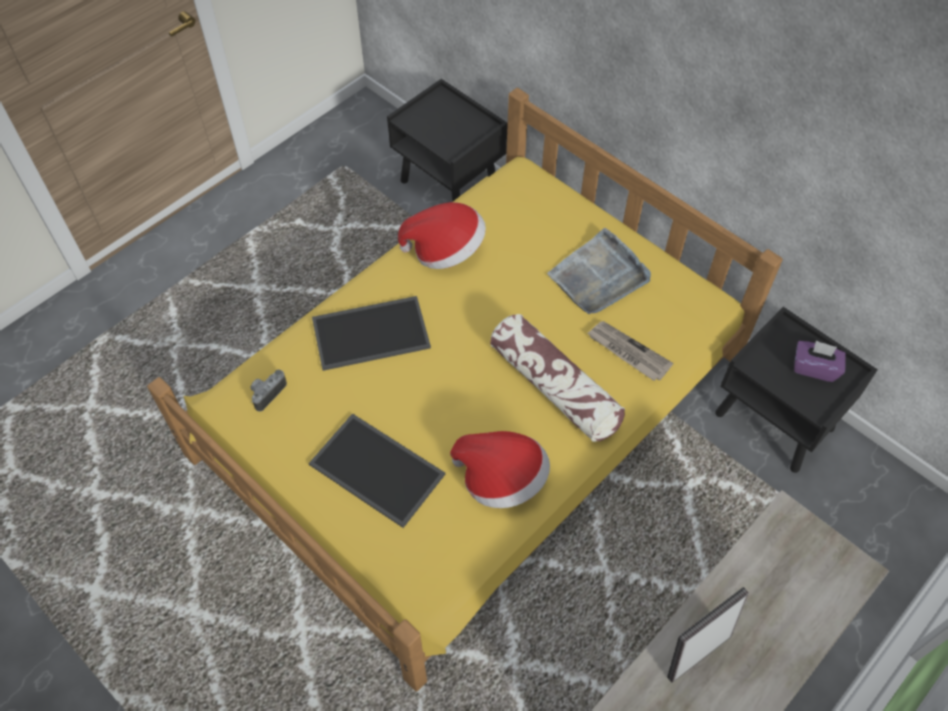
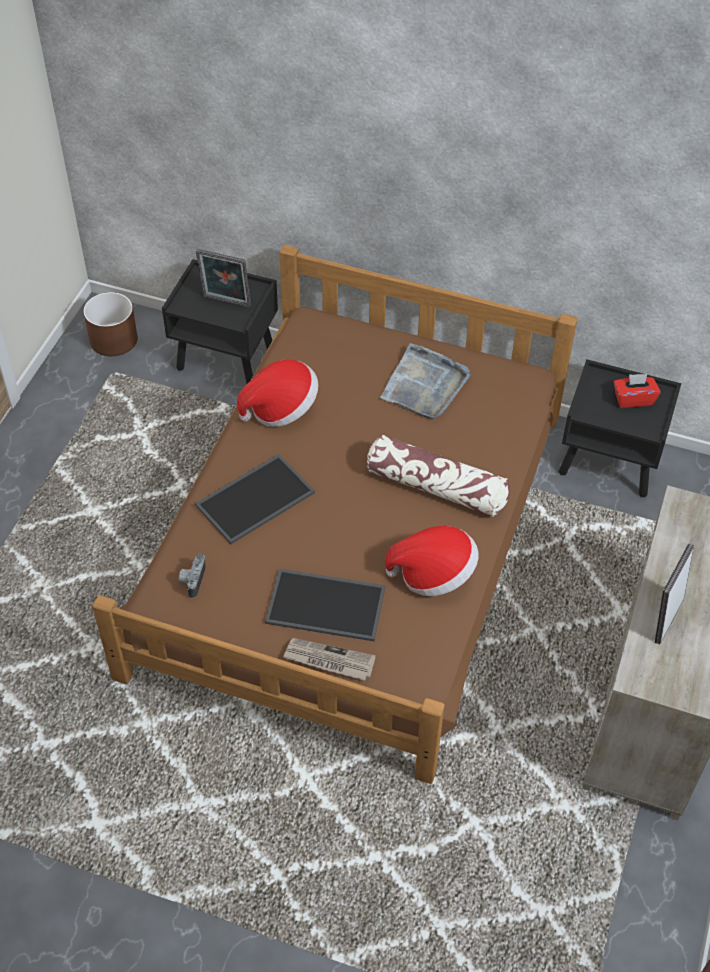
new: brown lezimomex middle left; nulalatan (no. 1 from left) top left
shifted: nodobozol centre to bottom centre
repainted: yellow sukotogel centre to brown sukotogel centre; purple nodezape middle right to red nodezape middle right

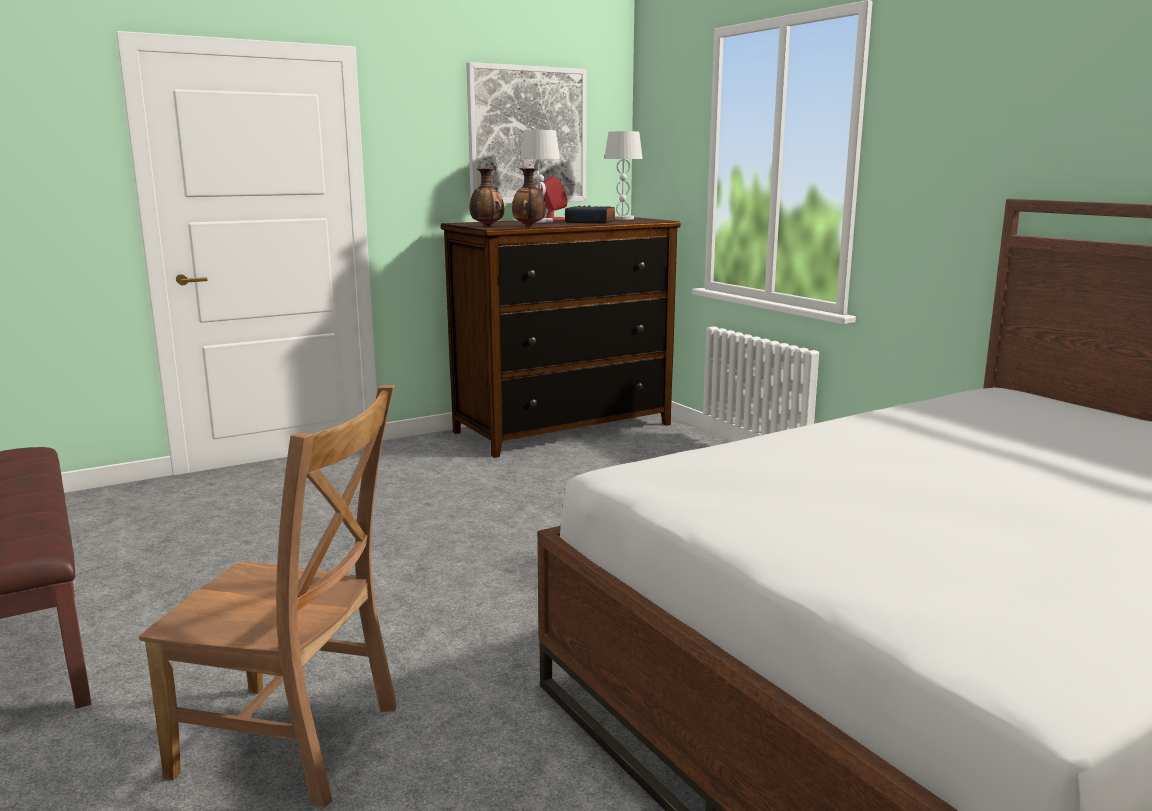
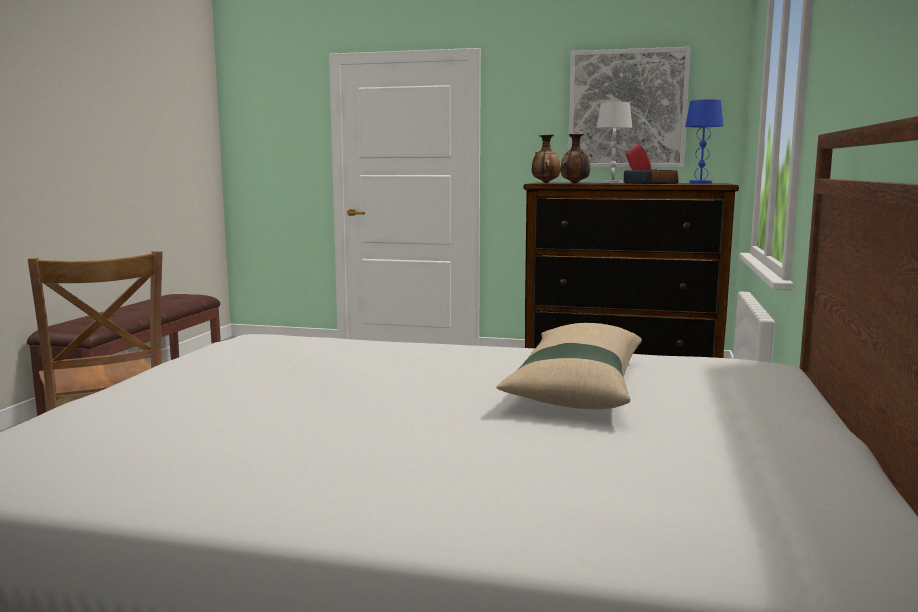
new: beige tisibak centre
repainted: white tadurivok (no. 2 from left) top centre to blue tadurivok top right

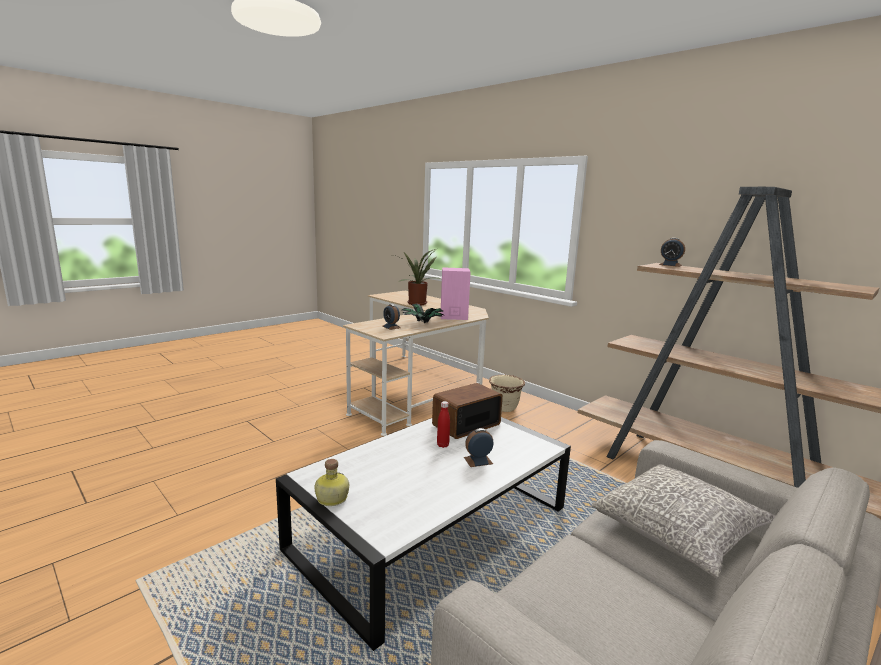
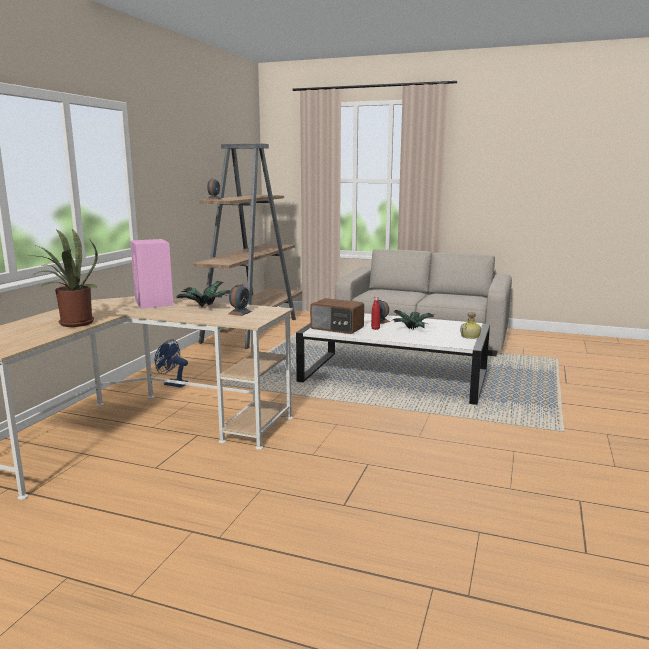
gone: grey tisibak bottom right
new: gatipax (no. 3 from left) centre
swapped: beige lezimomex centre to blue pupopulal middle left

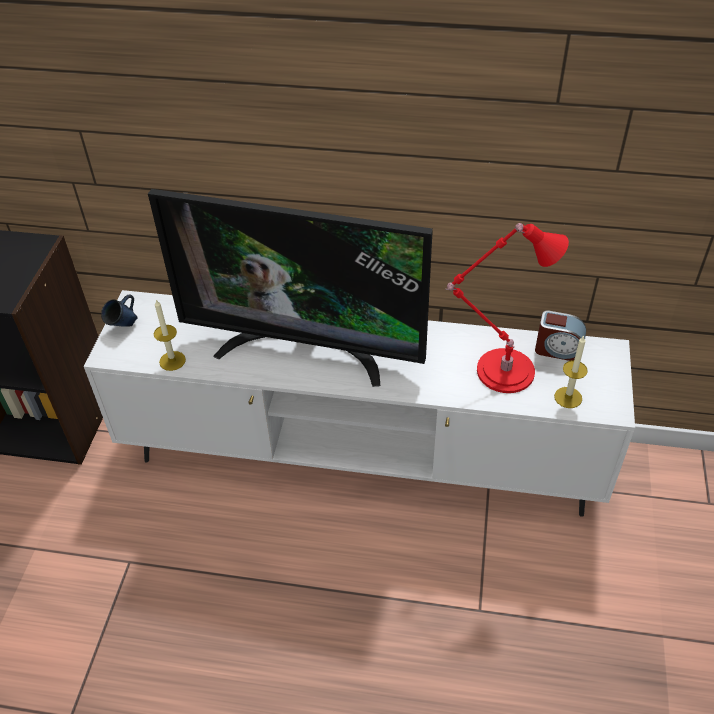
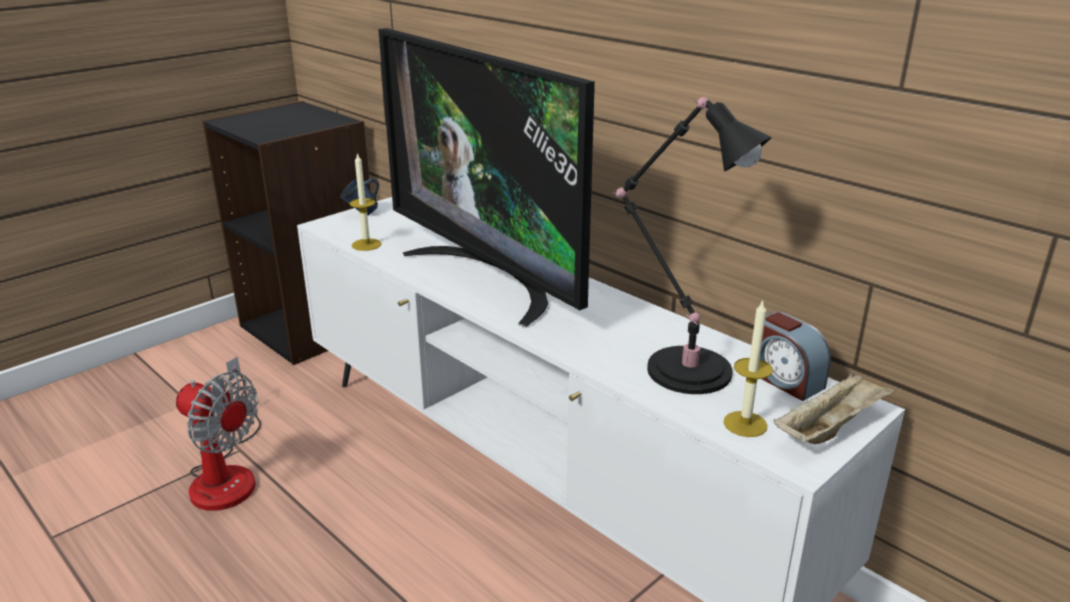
new: pupopulal bottom left; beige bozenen bottom right
repainted: red tadurivok middle right to black tadurivok centre

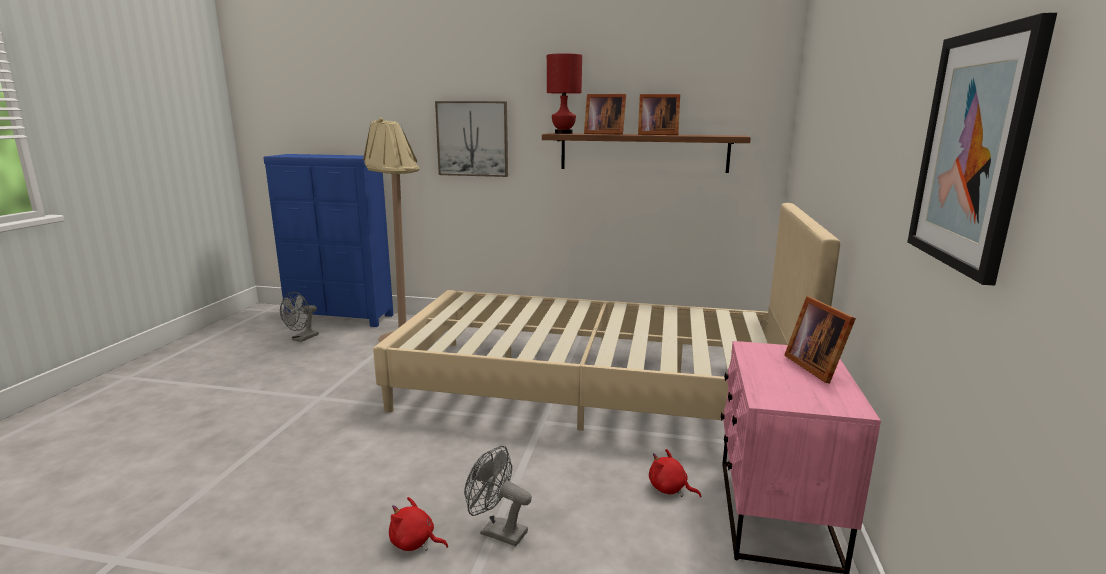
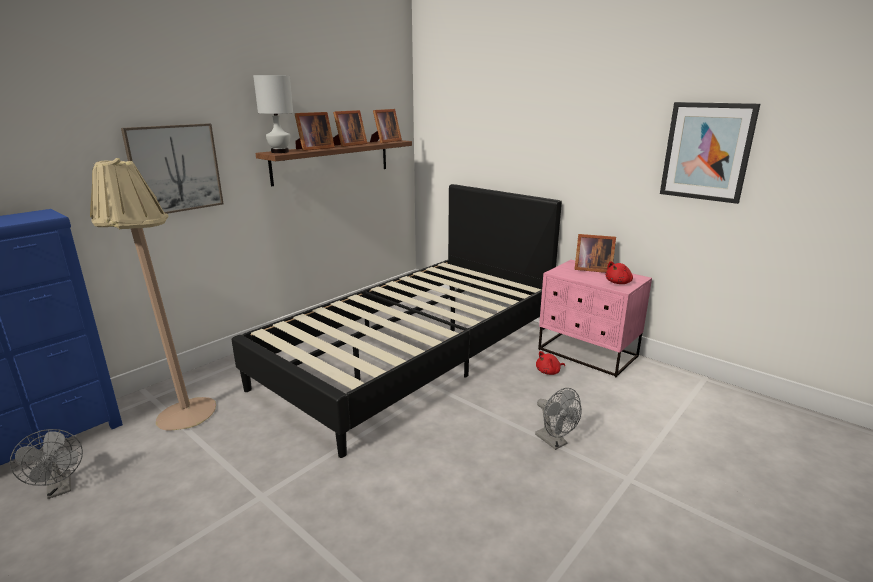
new: nulalatan (no. 3 from left) top centre
shifted: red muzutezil (no. 1 from left in the first image) bottom centre to red muzutezil (no. 2 from left) middle right
repainted: beige sukotogel centre to black sukotogel centre; red tadurivok top centre to white tadurivok top left
rotated: grey pupopulal (no. 2 from left) bottom centre = bottom centre 90 degrees counterclockwise

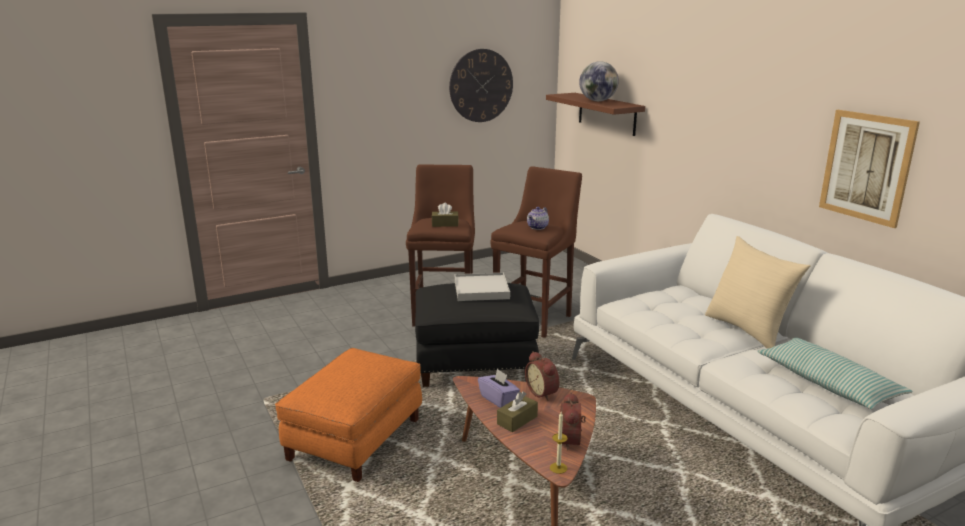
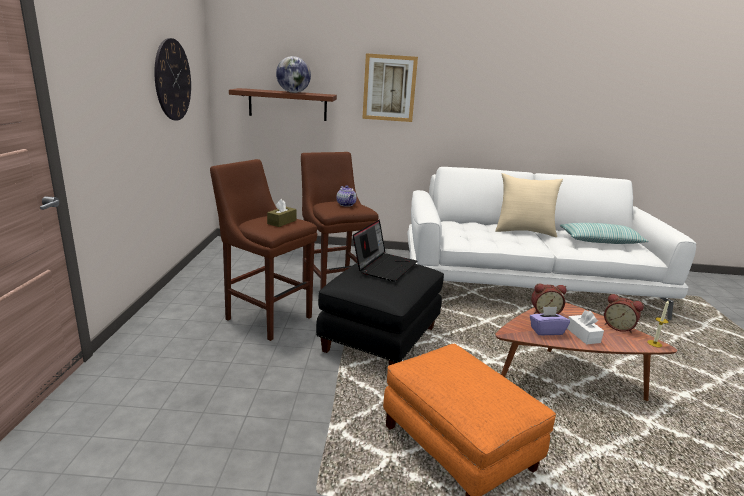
shifted: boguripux top right to top centre
swapped: white bozenen centre to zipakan centre
repainted: brown nodezape (no. 2 from left) bottom centre to white nodezape middle right

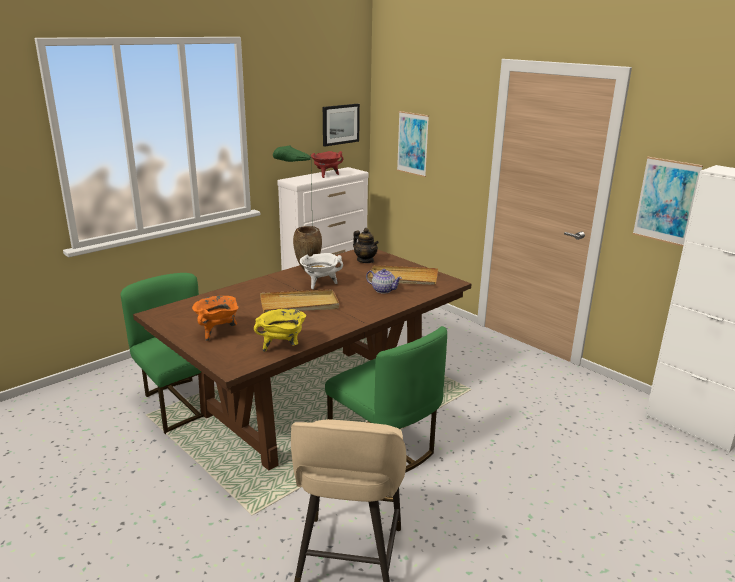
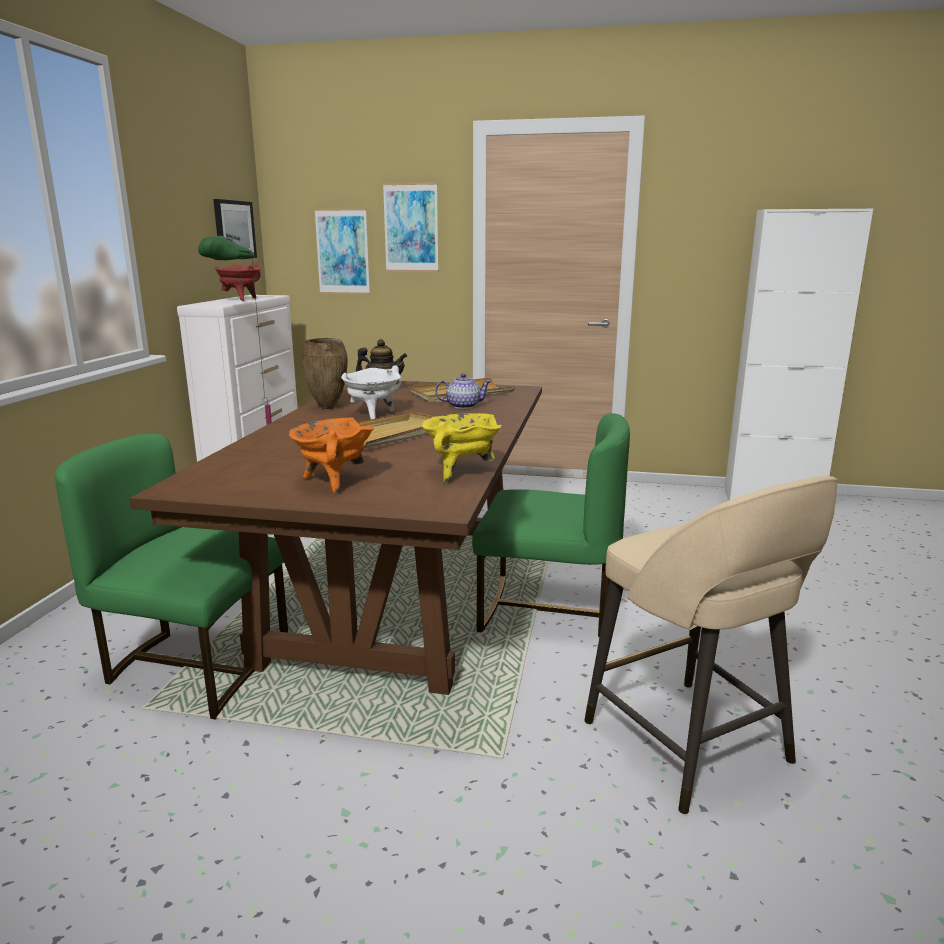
shifted: boguripux (no. 3 from left) middle right to top centre

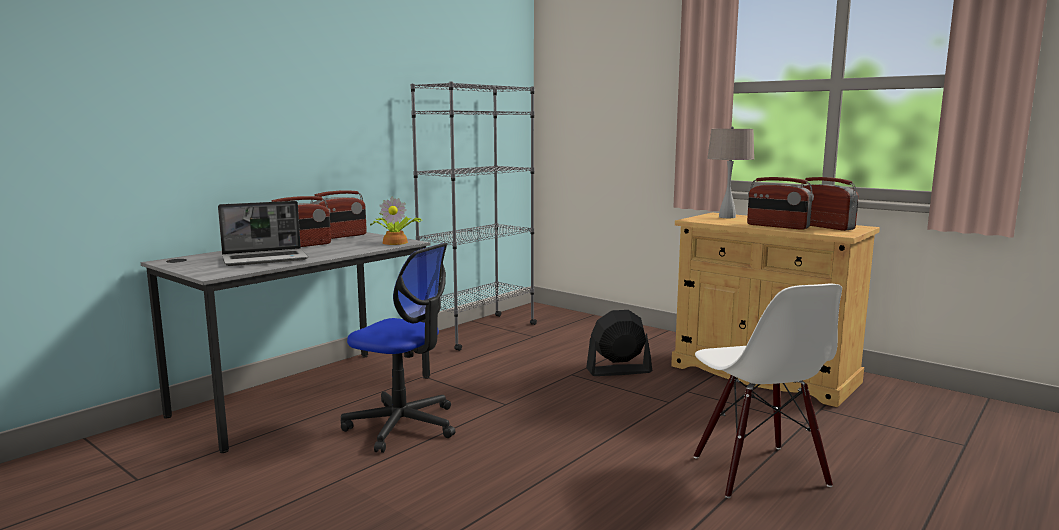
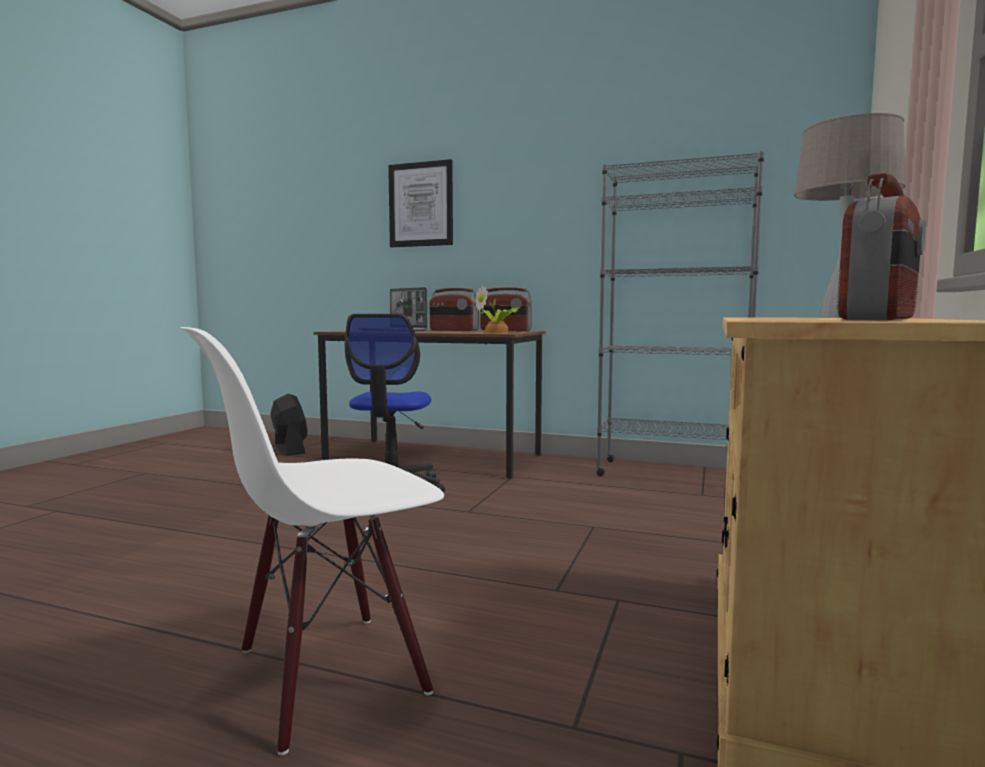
gone: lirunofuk (no. 3 from left) middle right
new: boguripux top centre
shifted: black pupopulal centre to middle left
repainted: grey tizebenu middle left to brown tizebenu centre

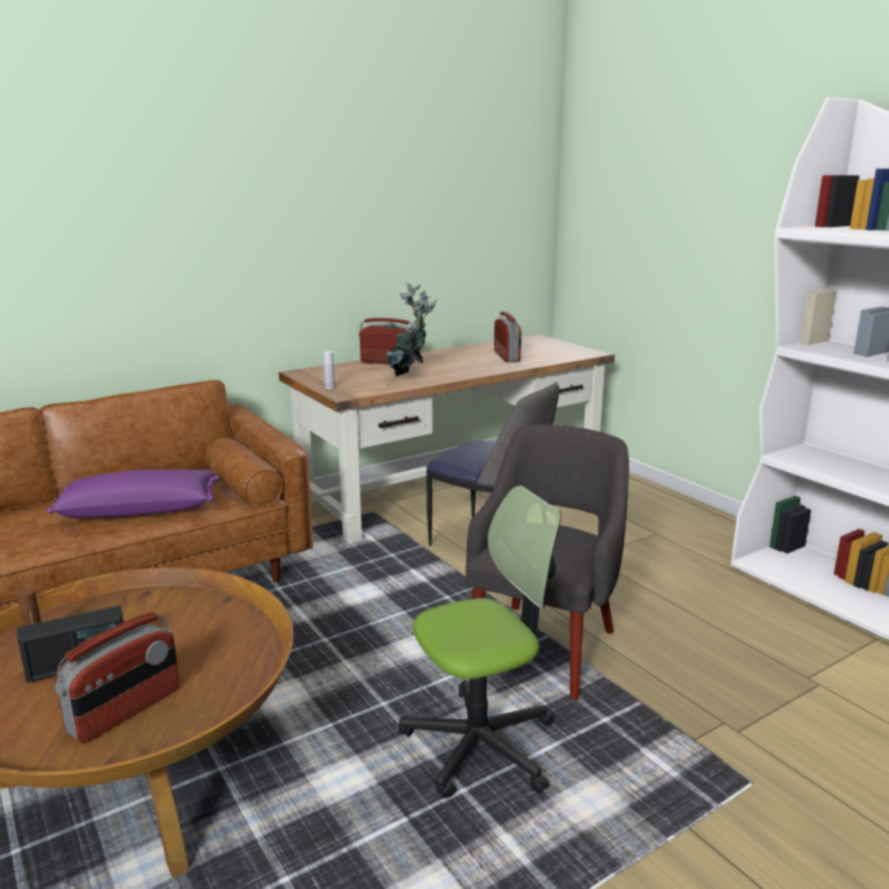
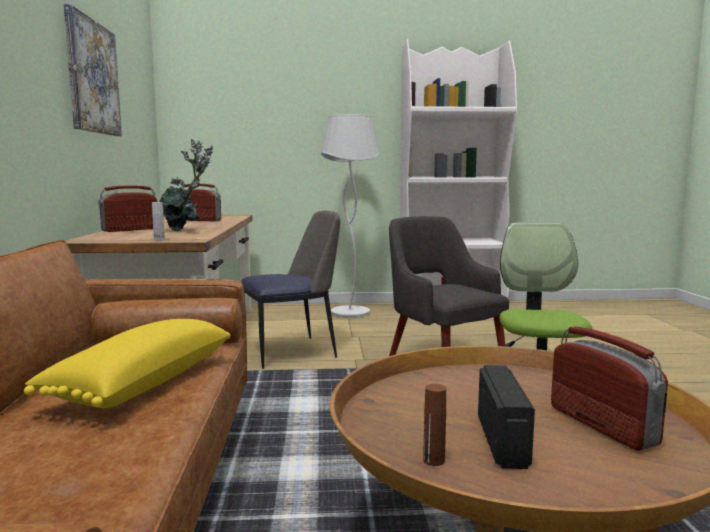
new: boguripux top left; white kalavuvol centre
repainted: purple tisibak middle left to yellow tisibak bottom left

